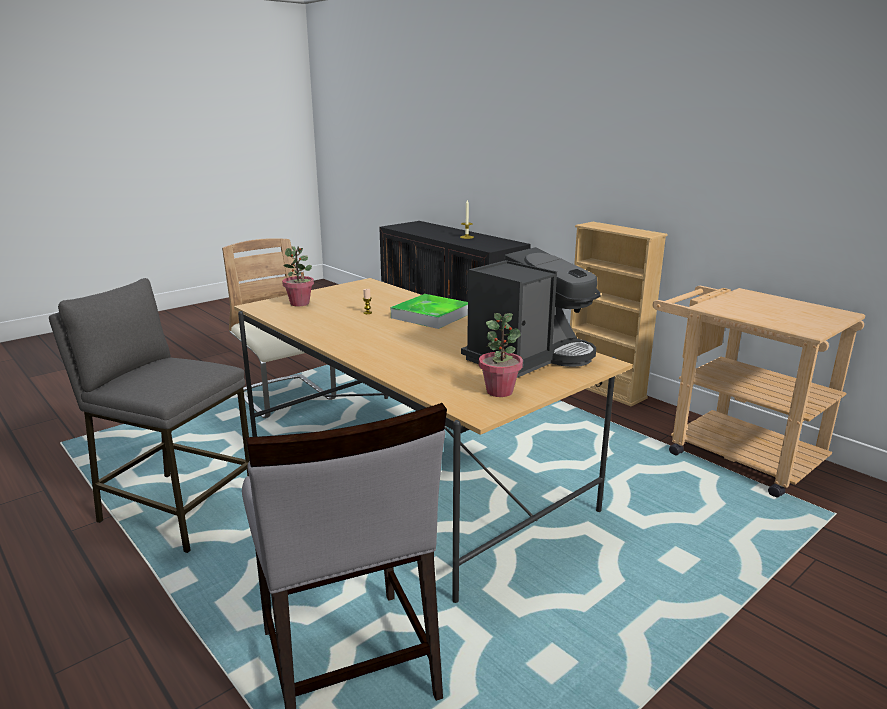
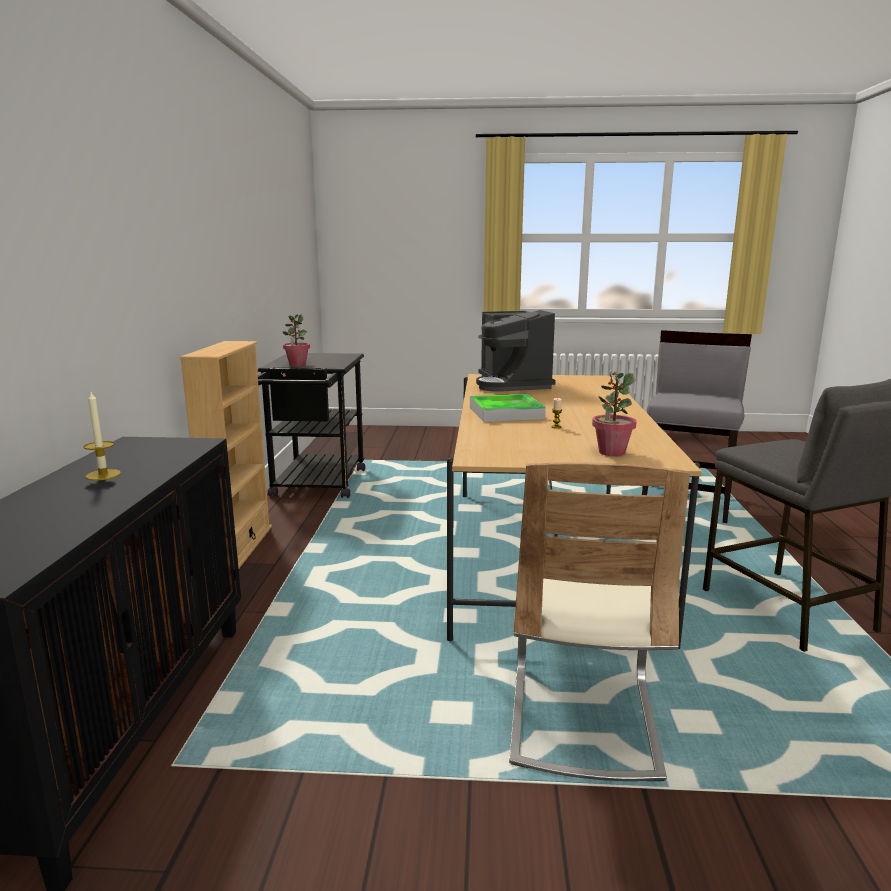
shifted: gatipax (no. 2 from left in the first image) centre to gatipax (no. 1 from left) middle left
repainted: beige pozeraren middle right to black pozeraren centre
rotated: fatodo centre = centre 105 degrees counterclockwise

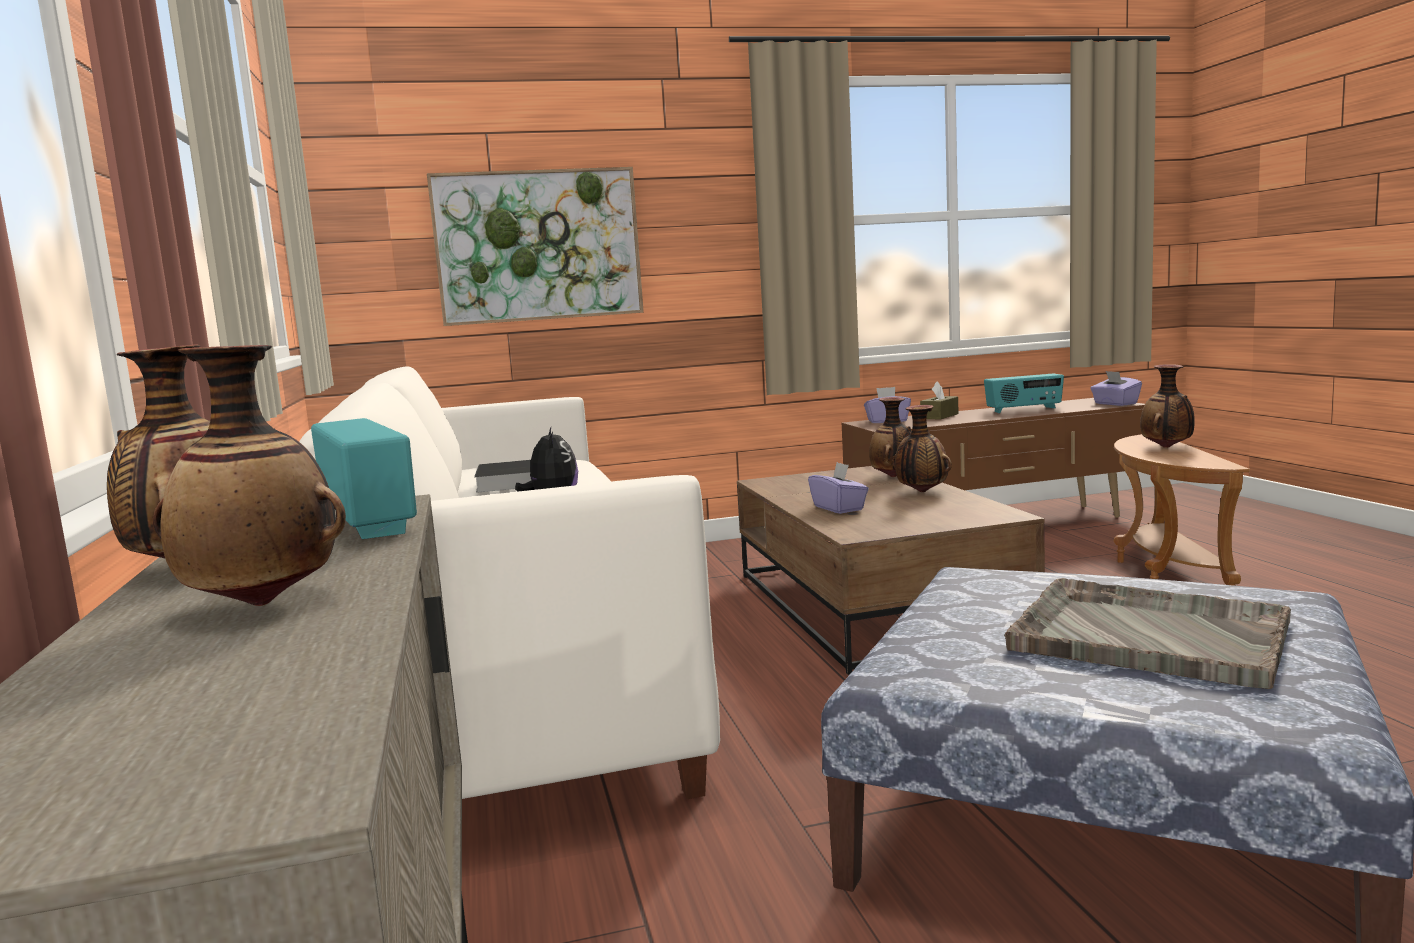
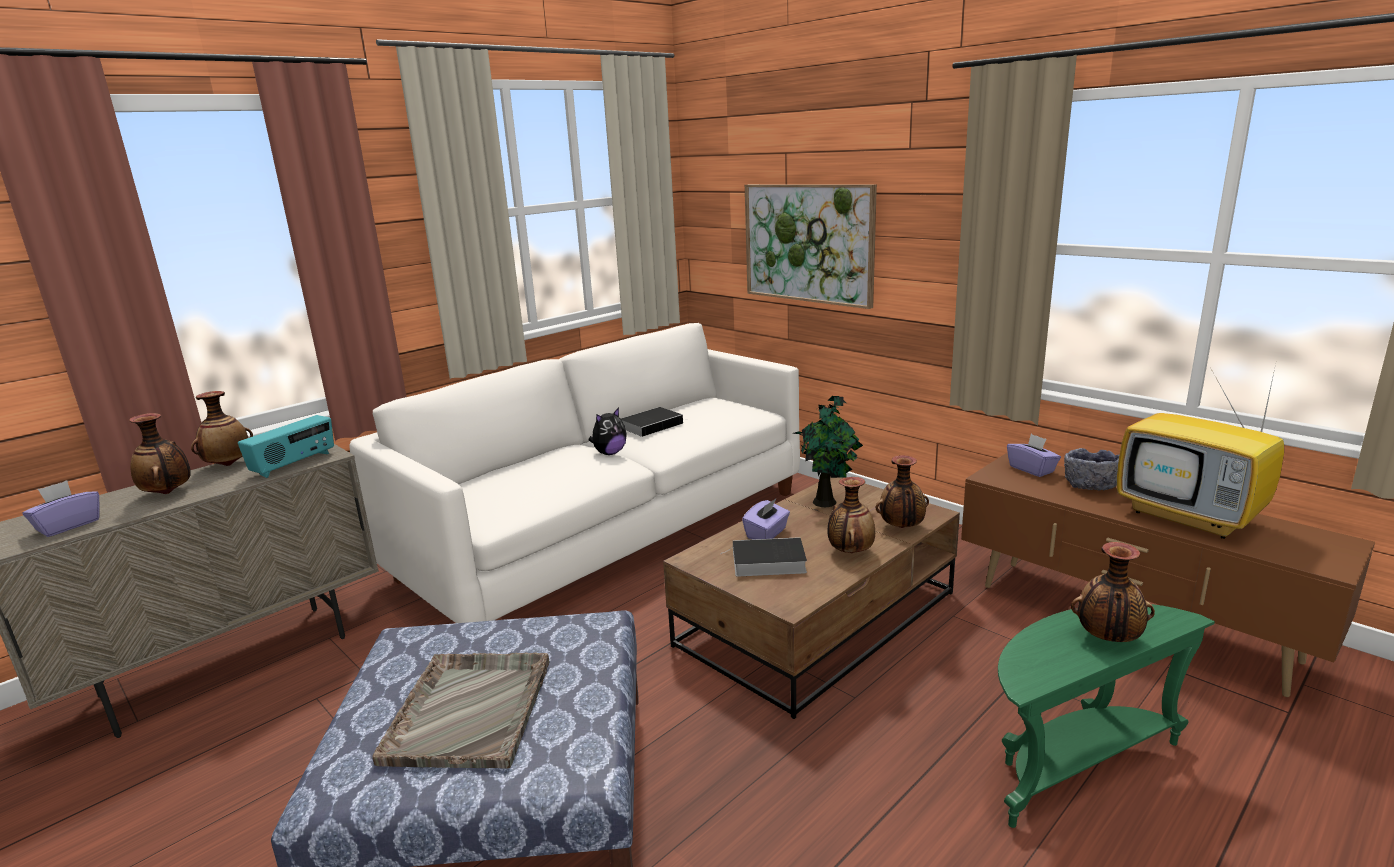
new: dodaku (no. 2 from left) centre; gatipax centre
shifted: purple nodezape (no. 3 from left in the first image) middle right to purple nodezape (no. 1 from left) middle left
swapped: brown nodezape centre to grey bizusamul middle right; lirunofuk (no. 2 from left) middle right to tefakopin middle right
repainted: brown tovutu middle right to green tovutu bottom right

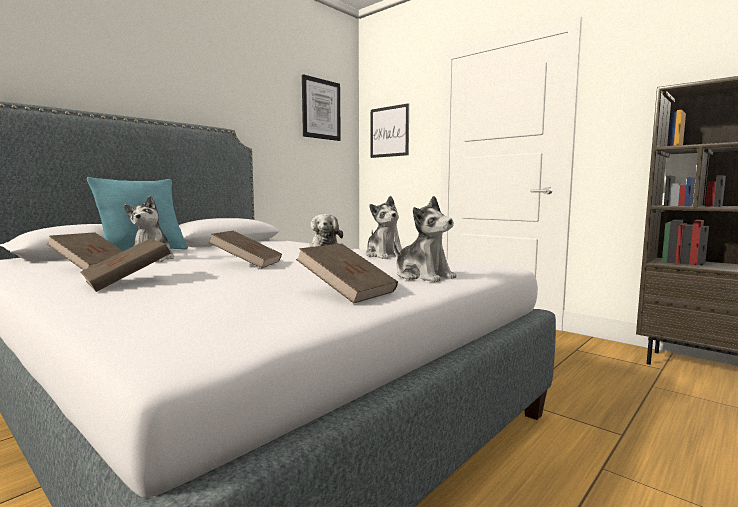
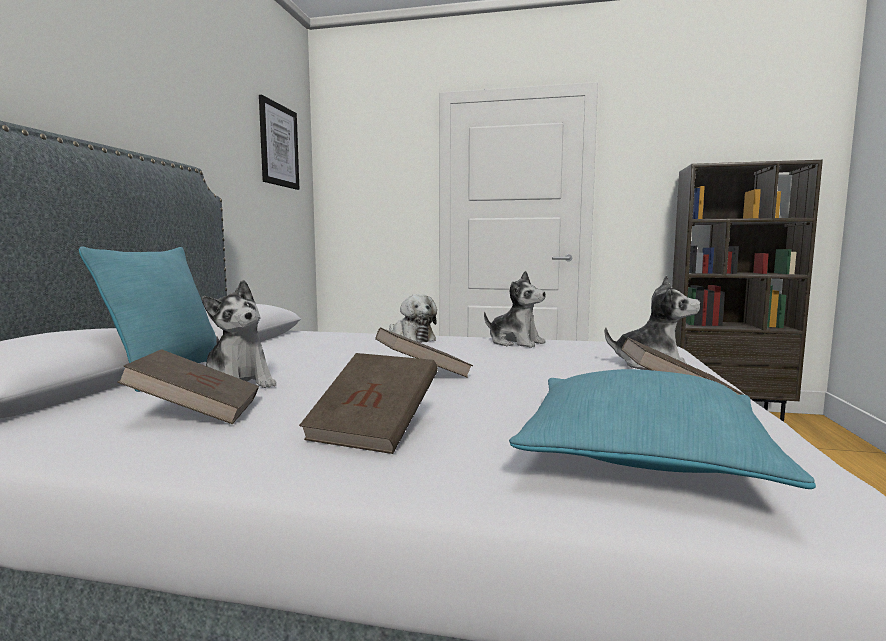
gone: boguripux (no. 2 from left) top centre
new: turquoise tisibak (no. 2 from left) bottom right

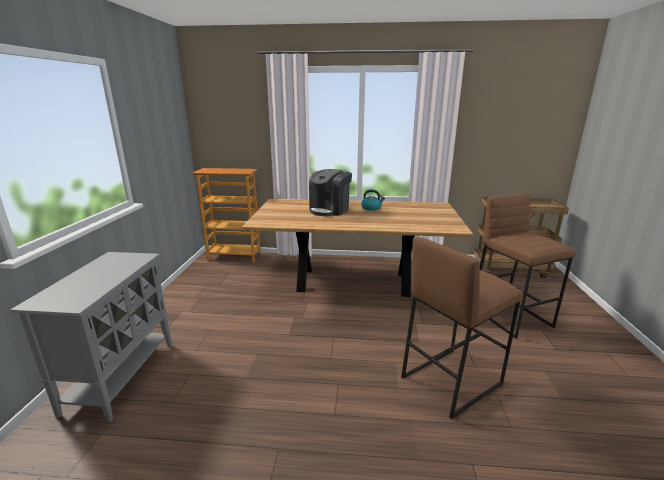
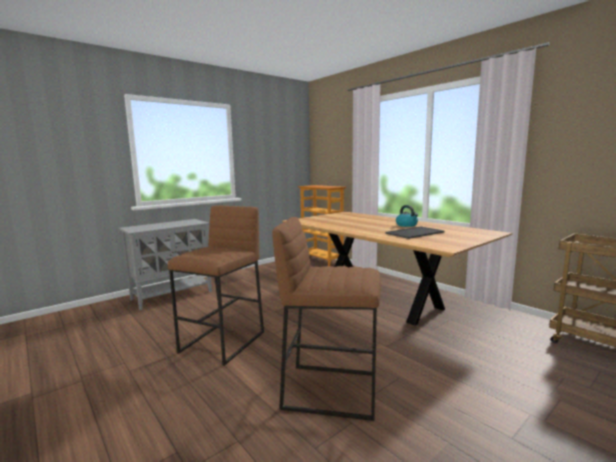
gone: fatodo centre
new: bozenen middle right
shifted: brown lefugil (no. 2 from left in the first image) middle right to brown lefugil (no. 1 from left) centre

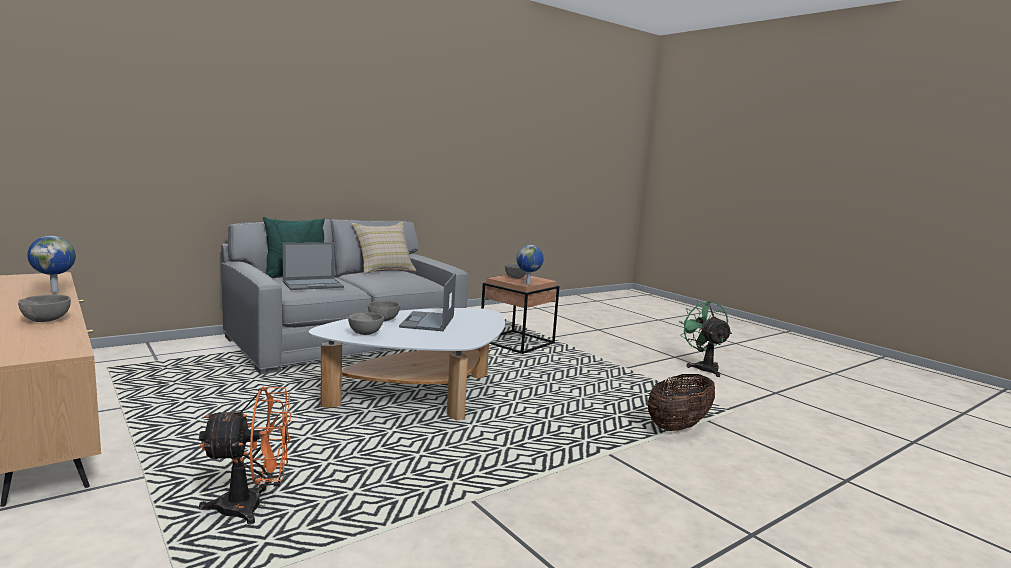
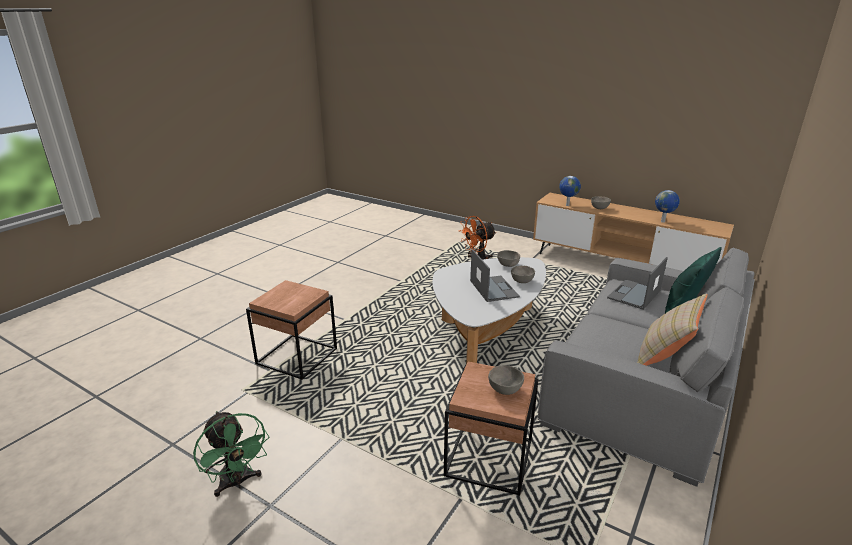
shifted: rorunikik (no. 2 from left in the first image) centre to rorunikik (no. 1 from left) middle right
swapped: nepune bottom right to brown tovutu (no. 1 from left) centre

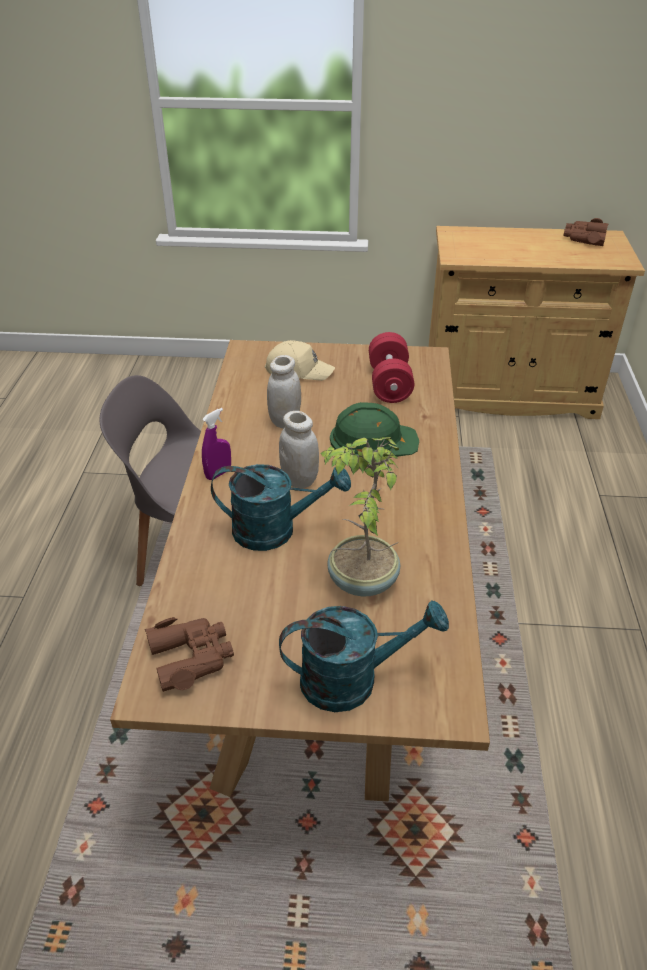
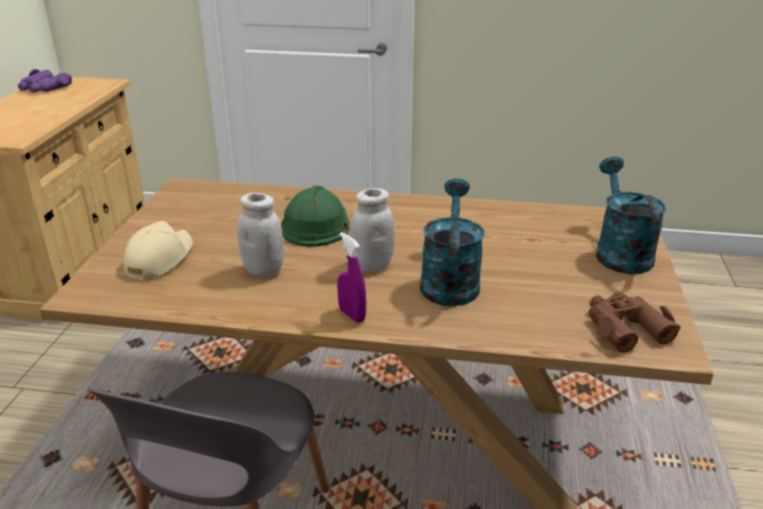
gone: gatipax centre; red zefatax centre
repainted: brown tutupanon (no. 2 from left) top right to purple tutupanon top left

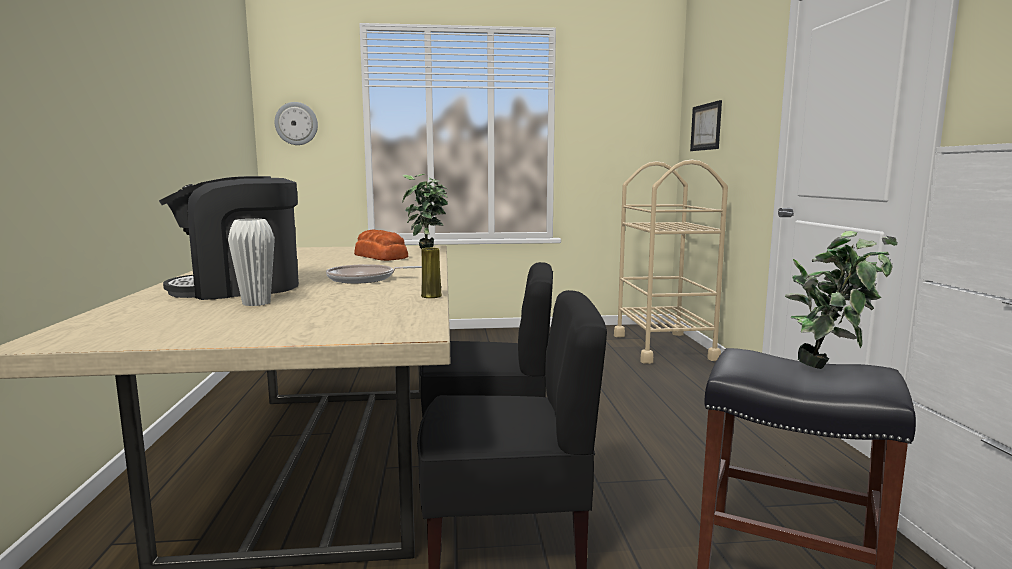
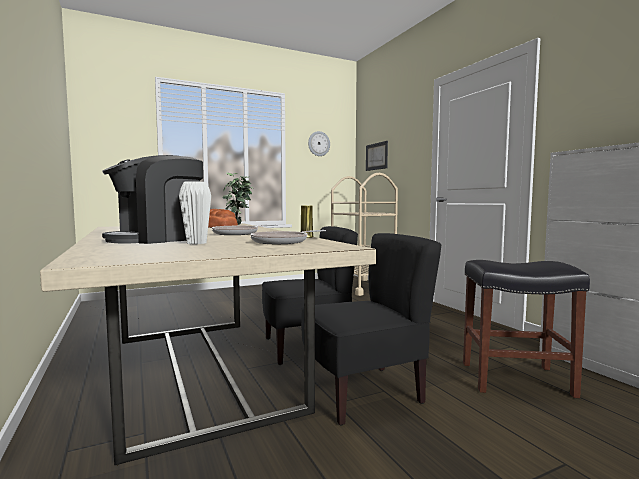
gone: gatipax (no. 2 from left) middle right
new: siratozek (no. 2 from left) centre
shifted: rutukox top left to top centre

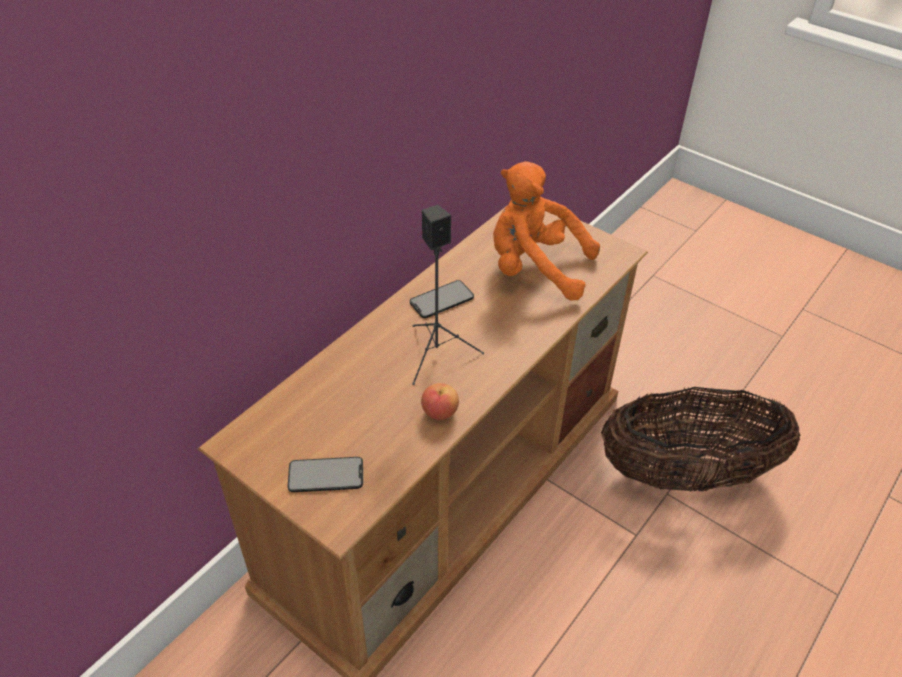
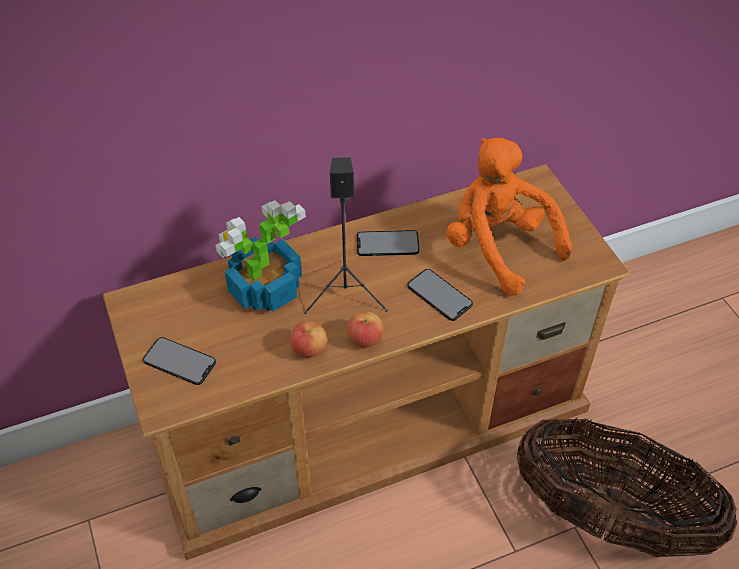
new: gatipax centre; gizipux (no. 2 from left) centre; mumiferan (no. 3 from left) centre

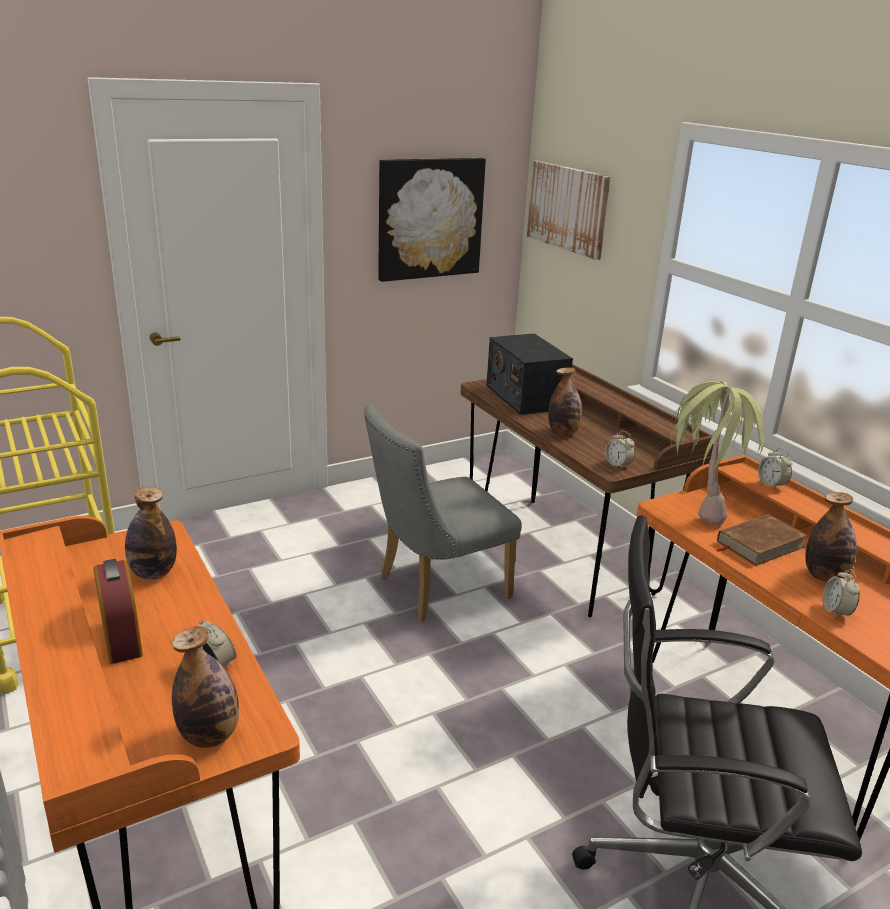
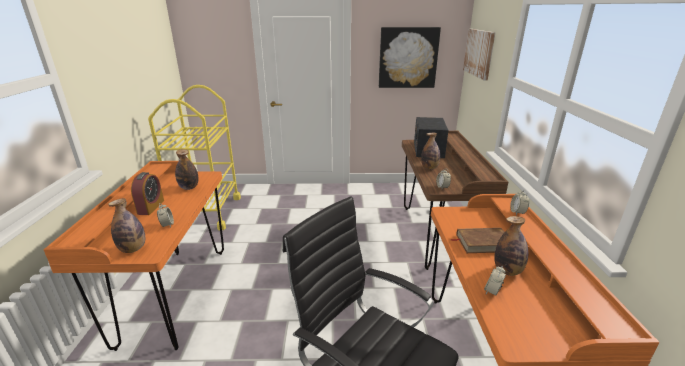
gone: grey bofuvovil centre; gatipax middle right

